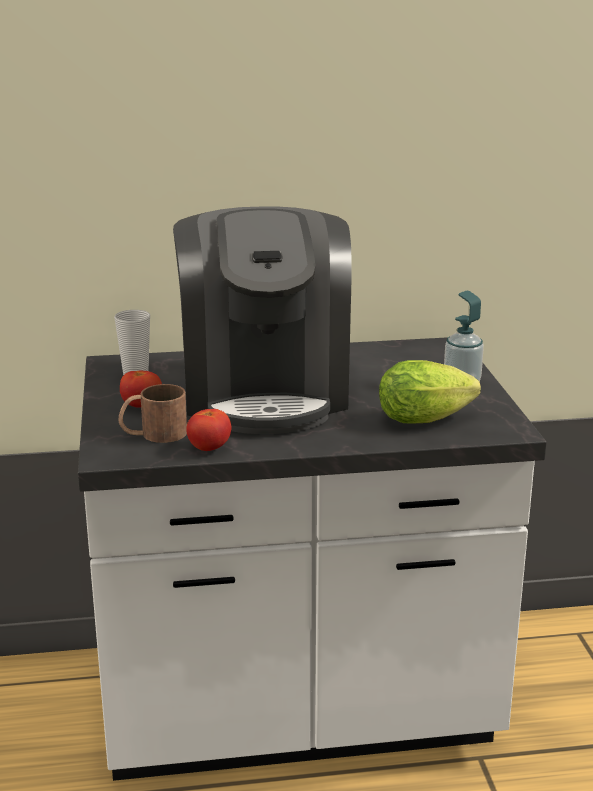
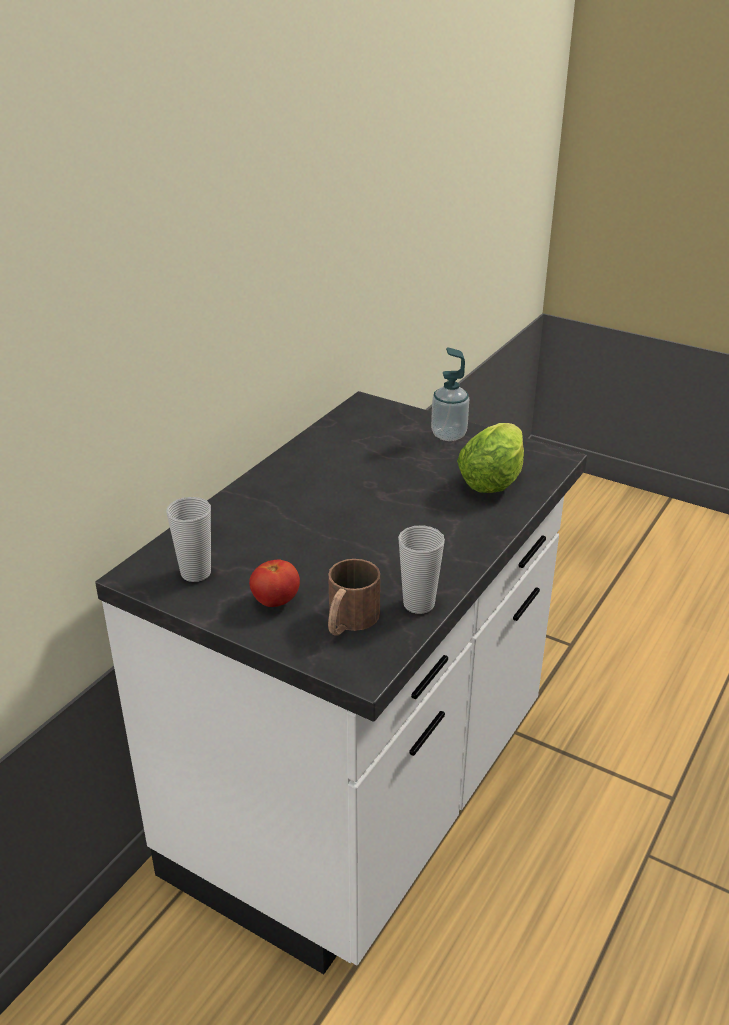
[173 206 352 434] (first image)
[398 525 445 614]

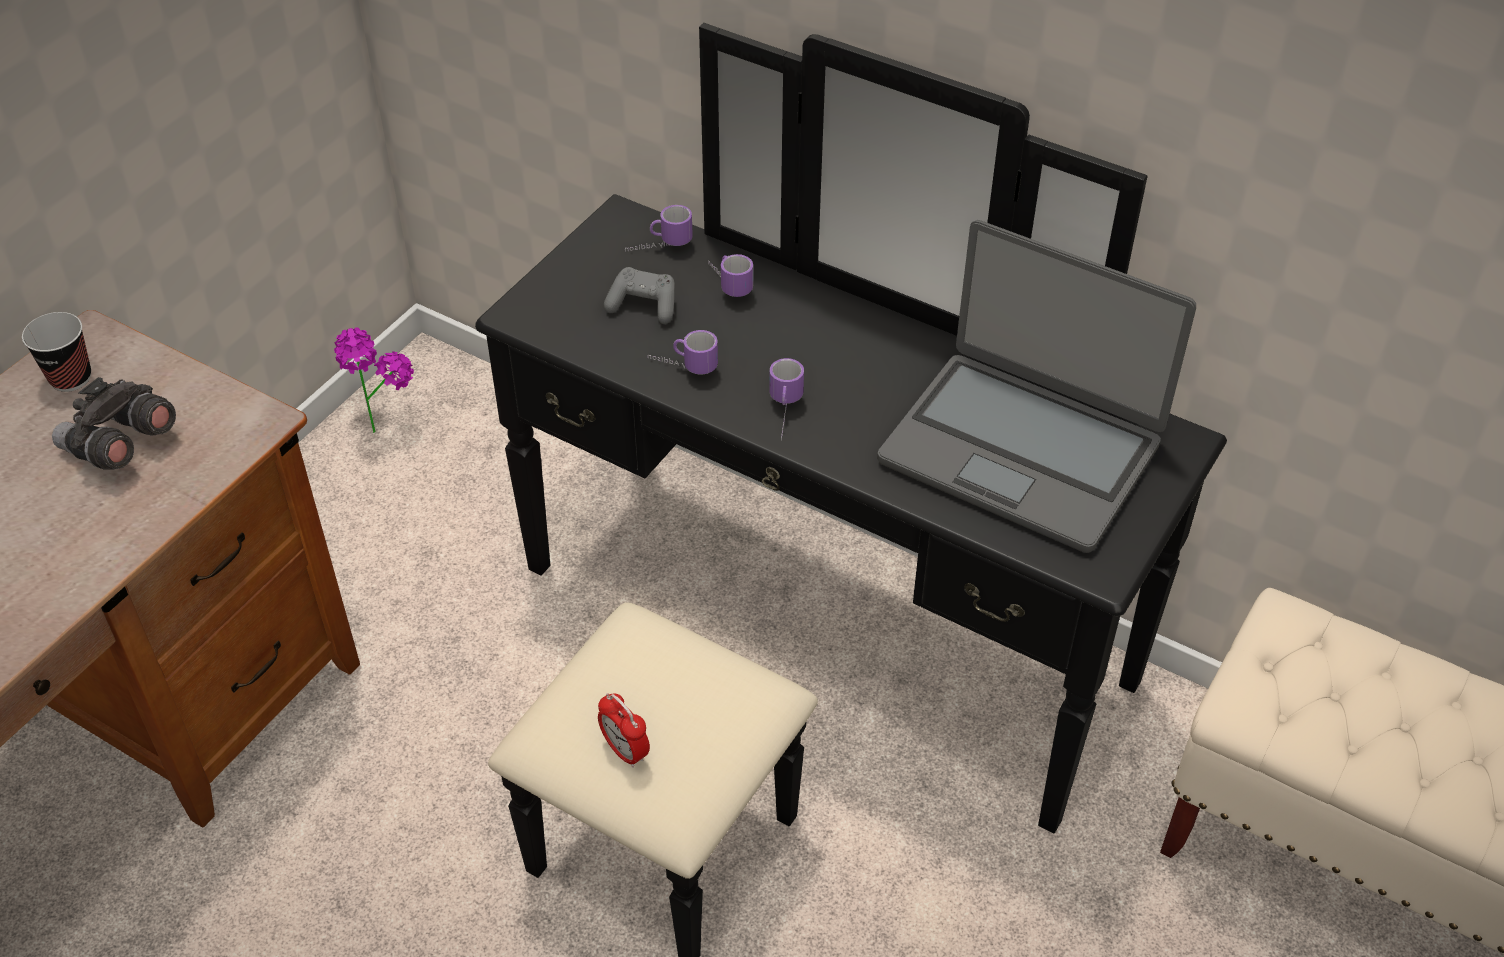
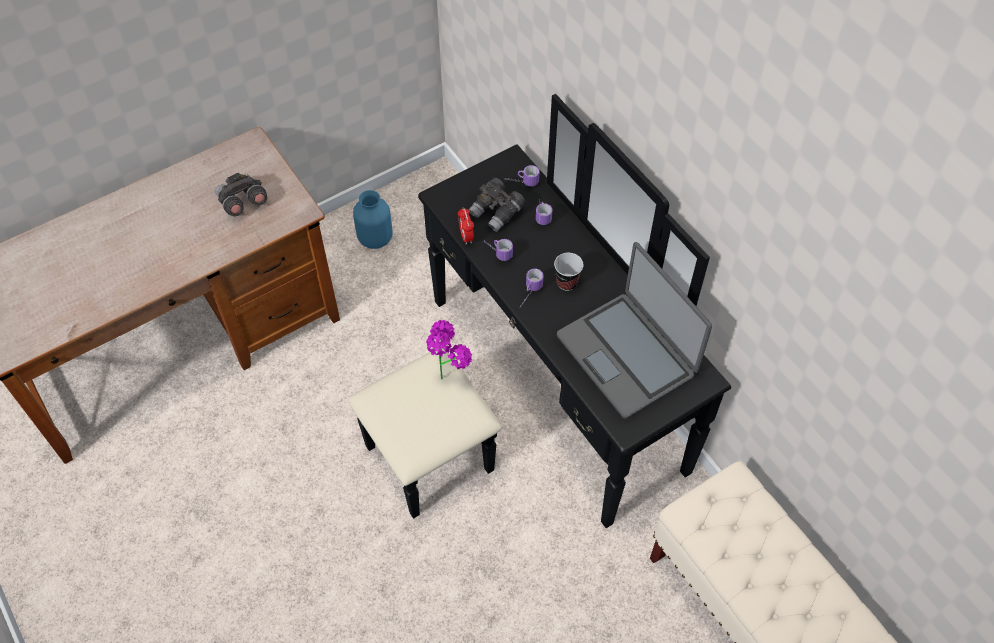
[554 253 583 291]
[426 320 472 379]
[458 208 474 245]
[469 178 525 232]
[353 190 392 249]

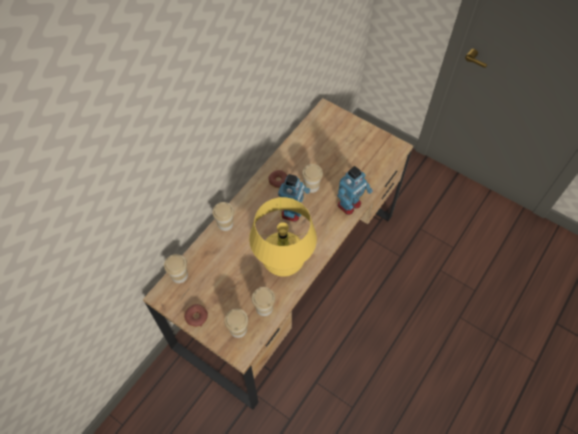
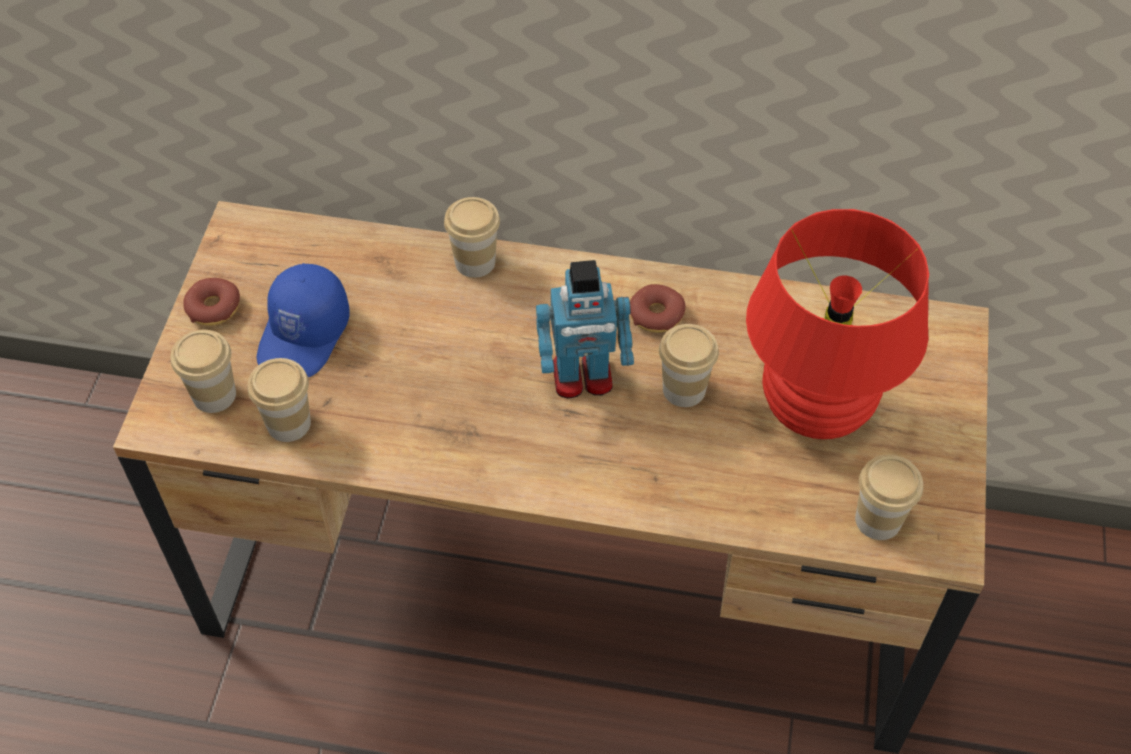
[855 455 923 540]
[249 197 317 277] (first image)
[337 166 373 215] (first image)
[257 263 350 377]
[746 209 929 439]

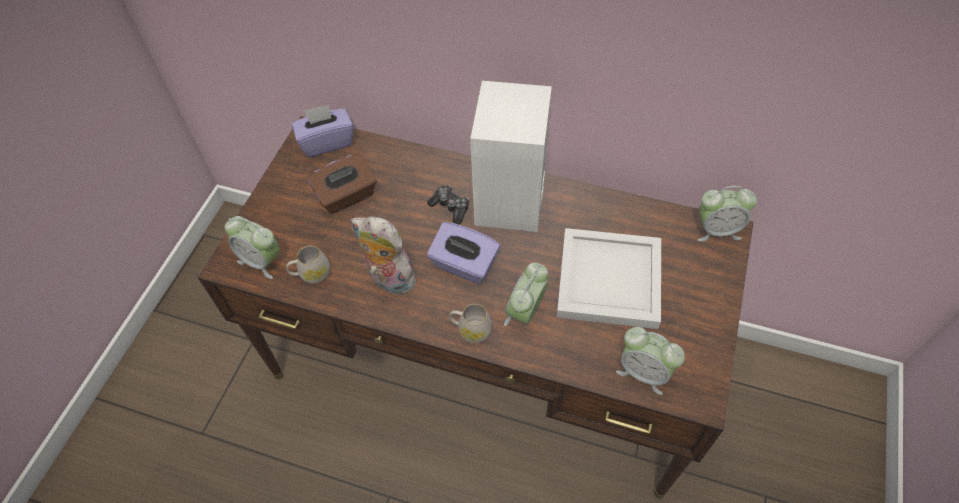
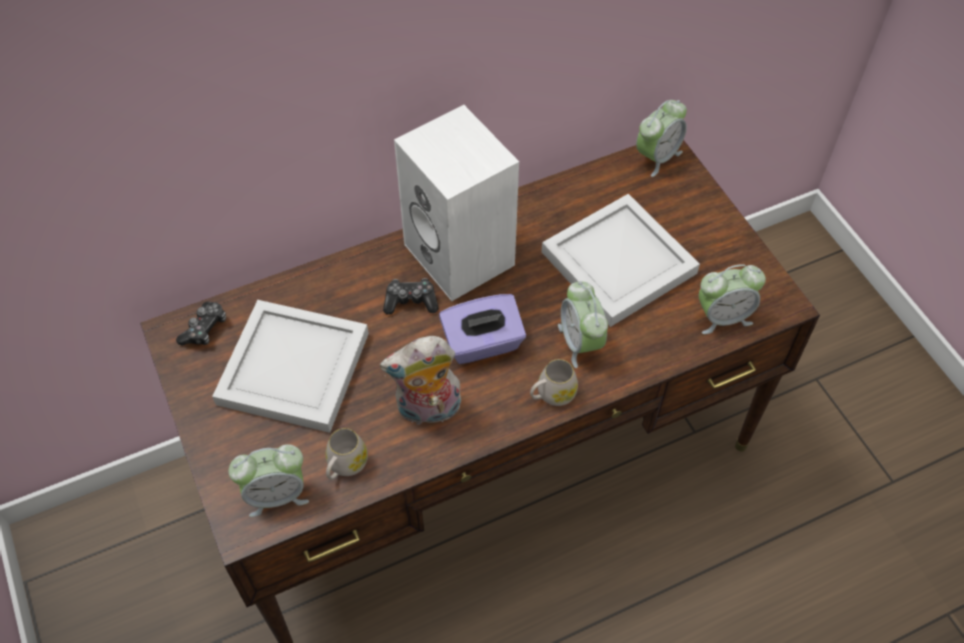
[176 302 226 346]
[212 300 369 433]

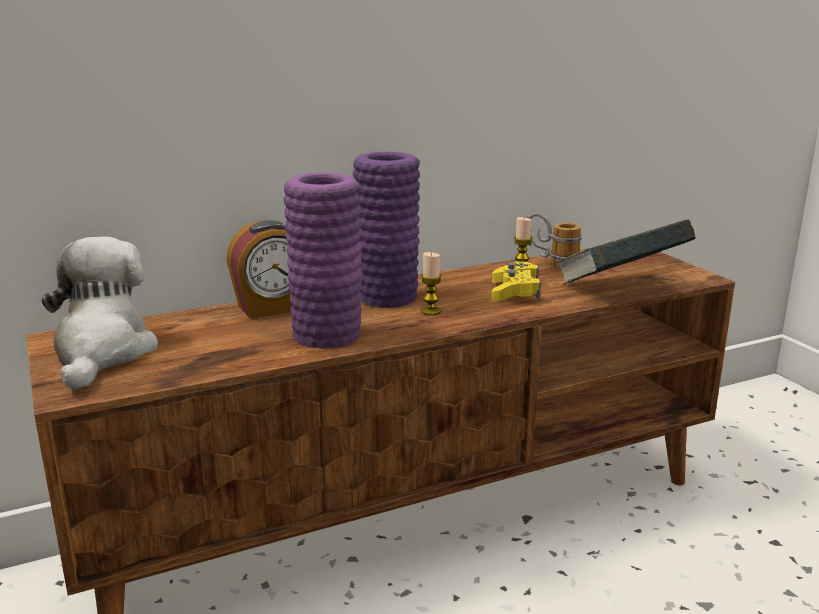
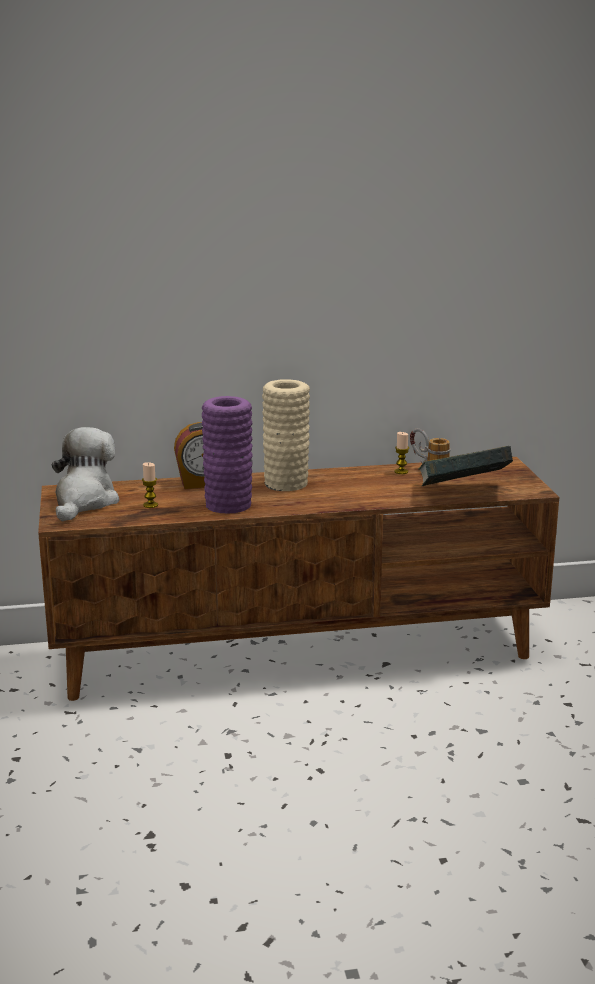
[262 379 310 491]
[142 462 158 508]
[491 261 541 302] (first image)

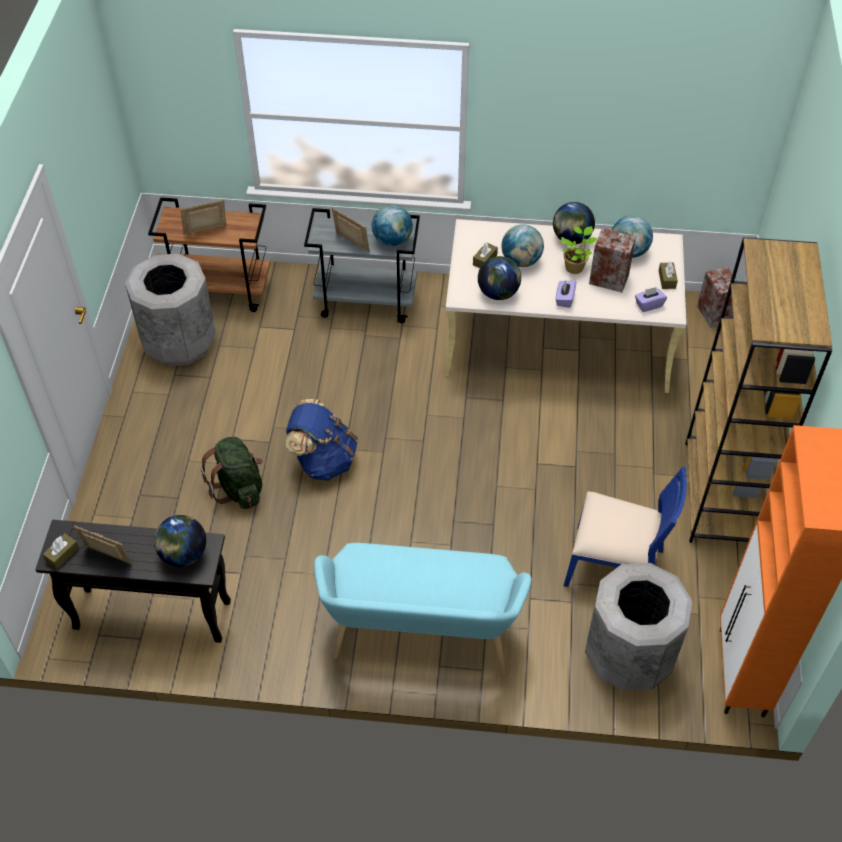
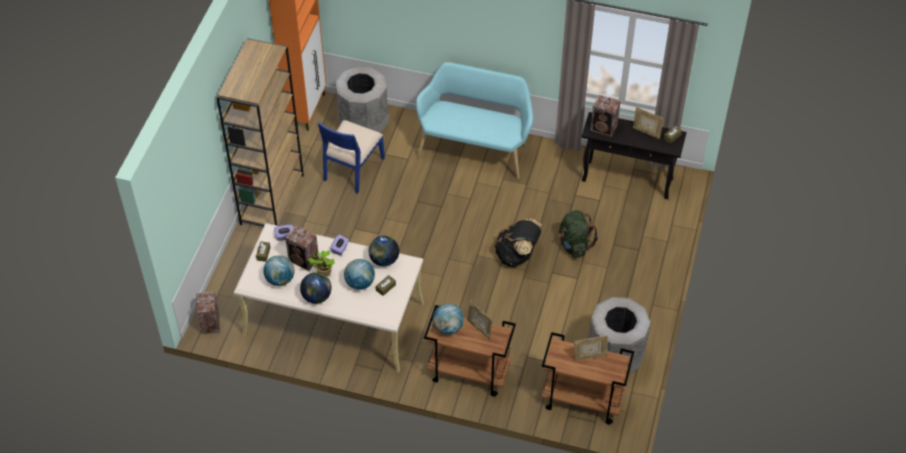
[590 95 621 137]
[494 218 542 267]
[424 305 516 397]
[318 120 385 194]

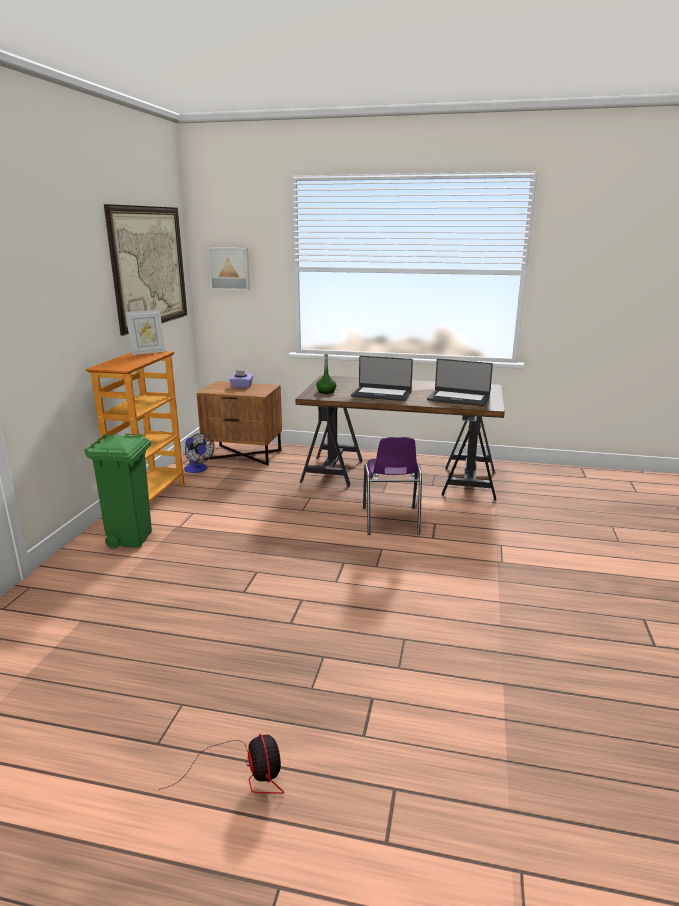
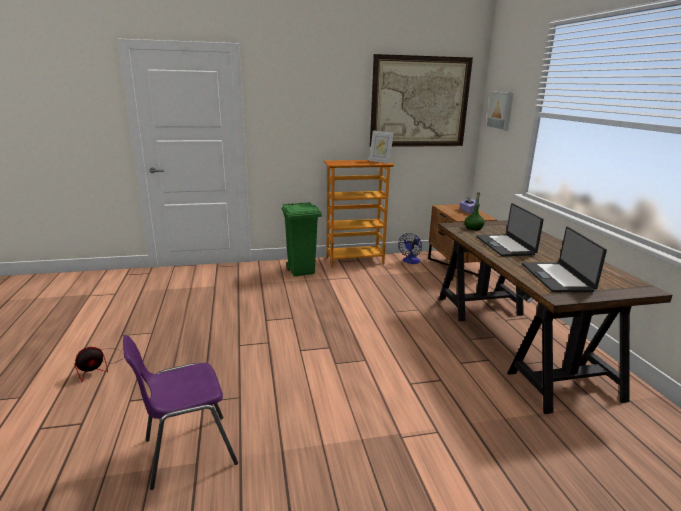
[123 335 238 490]

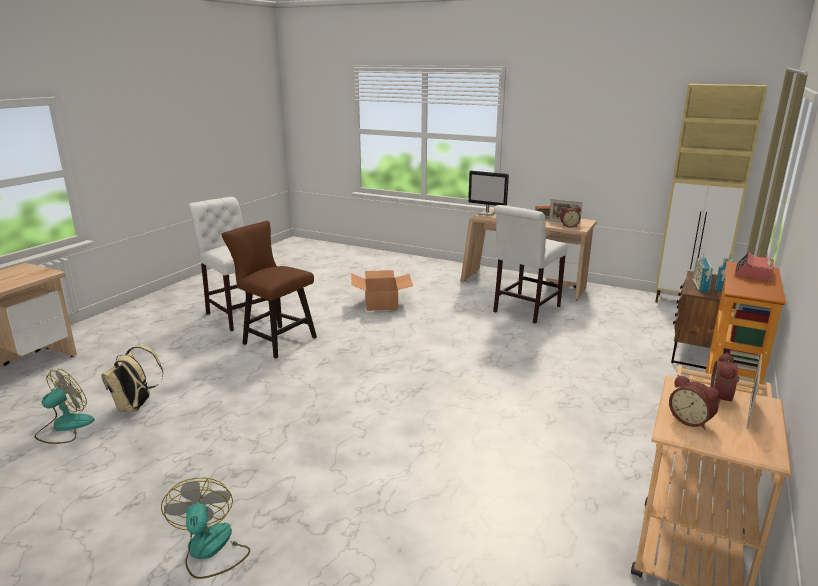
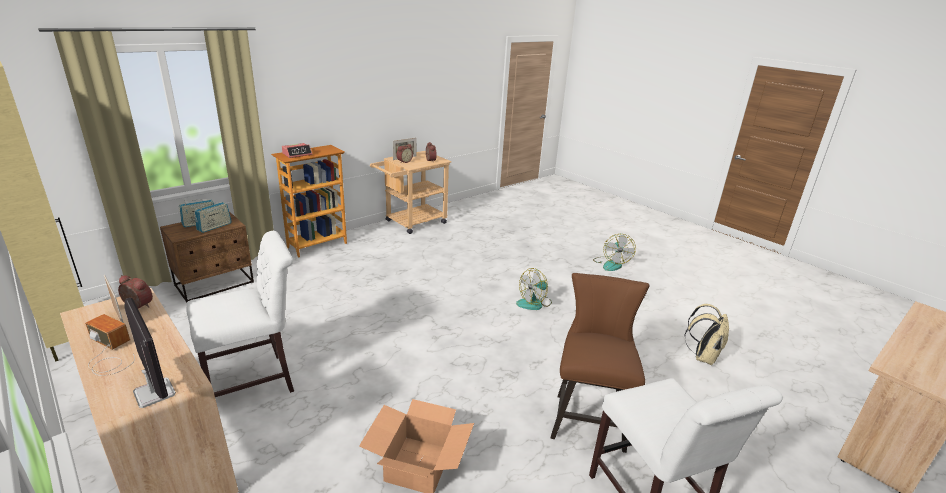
[516 268 552 310]
[551 273 650 453]

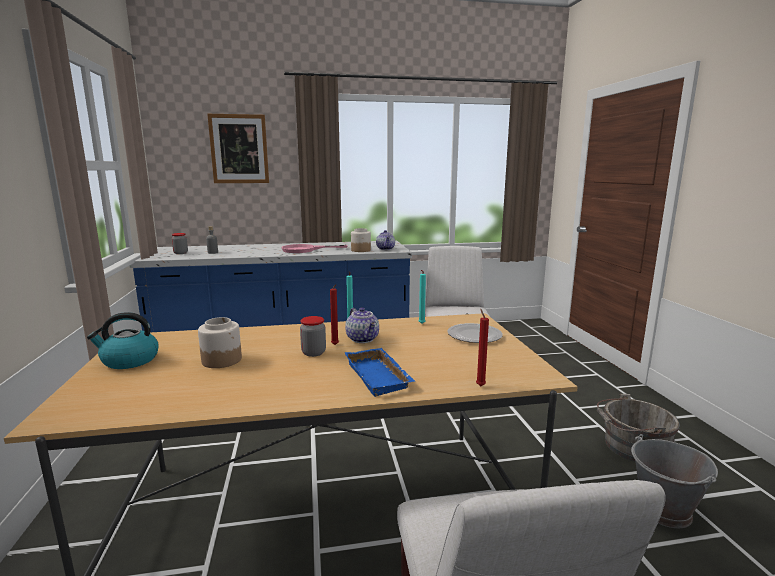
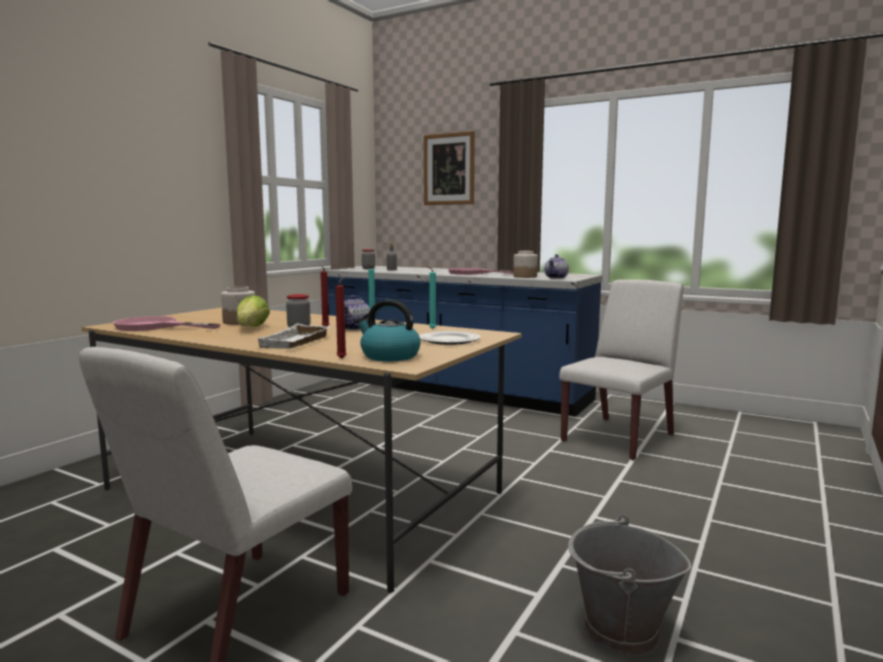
[356 300 421 361]
[258 324 331 349]
[597 394 680 462] (first image)
[113 316 220 331]
[236 295 270 327]

